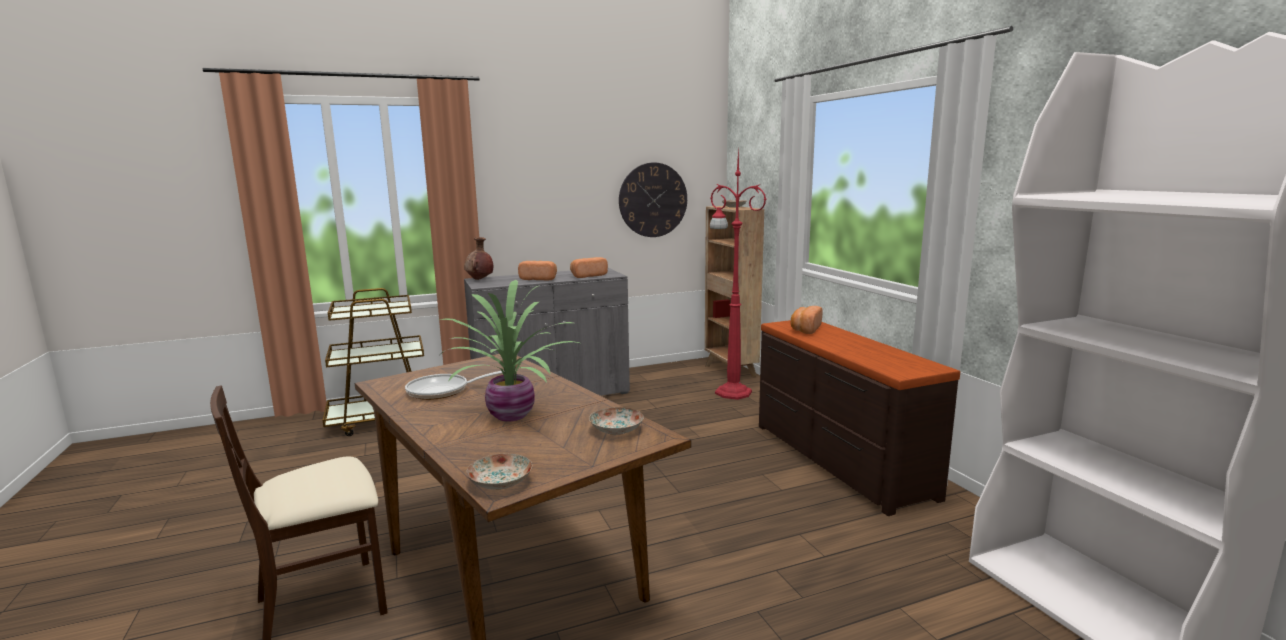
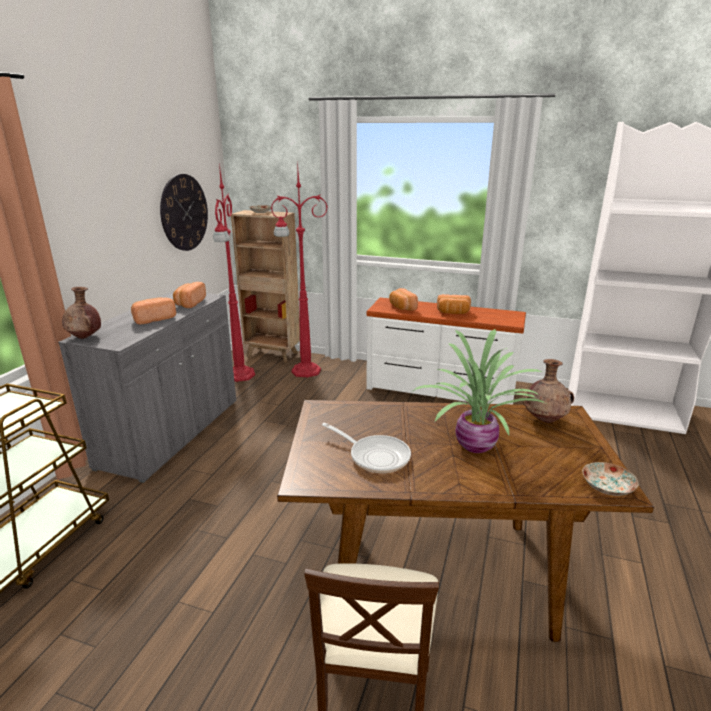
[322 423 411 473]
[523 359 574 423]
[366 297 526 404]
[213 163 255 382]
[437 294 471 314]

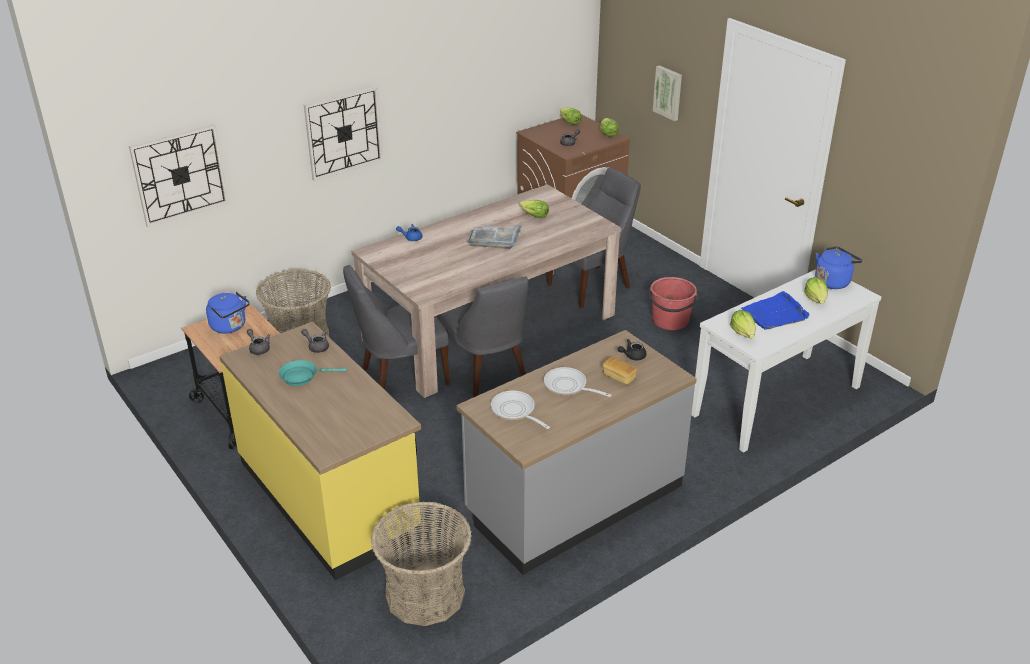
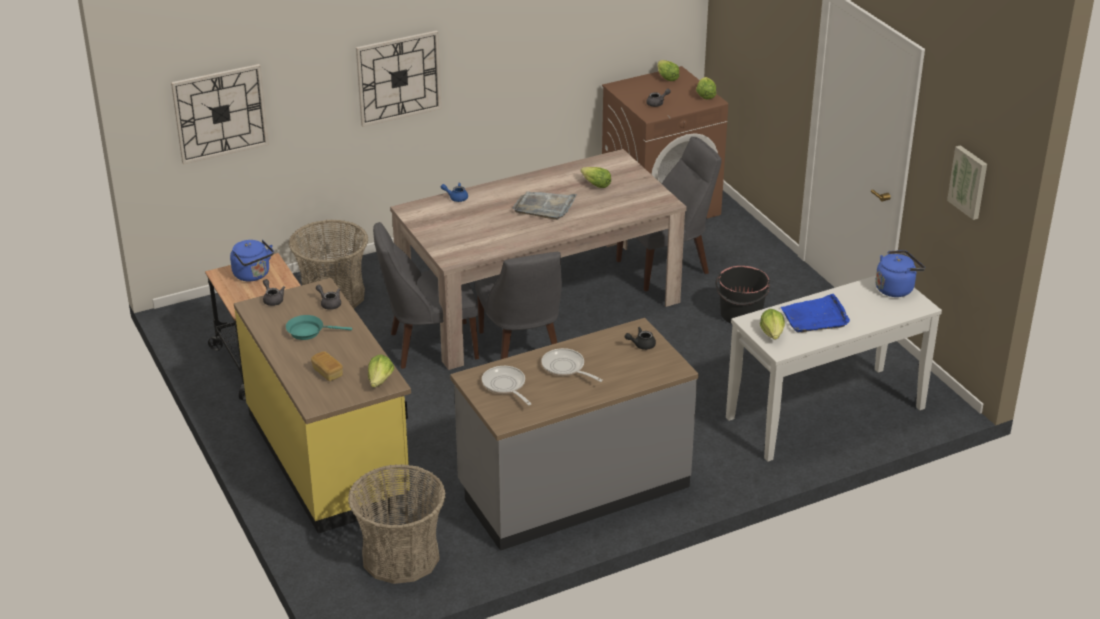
[311 351 343 381]
[715 266 770 324]
[947 145 987 220]
[368 354 394 387]

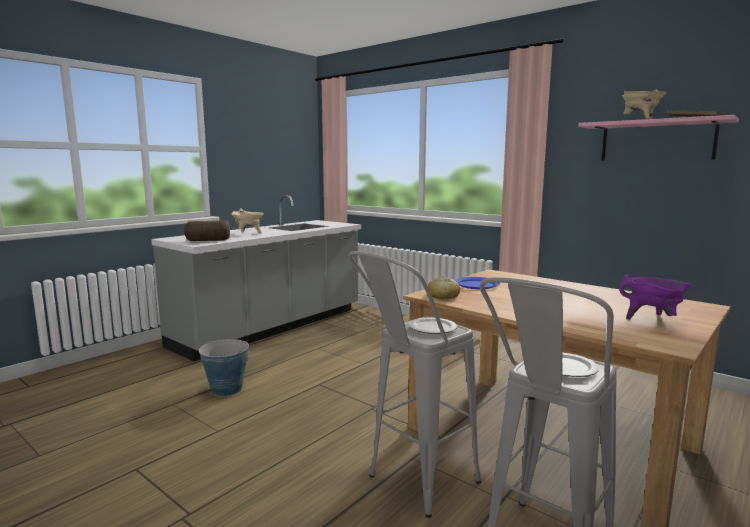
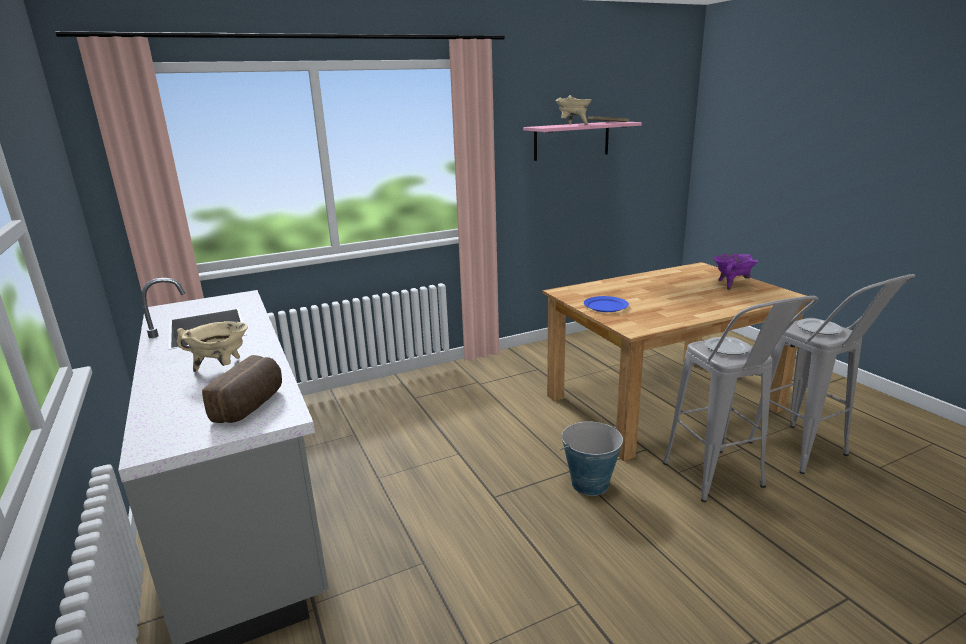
[560 421 623 496]
[428 277 460 299] (first image)

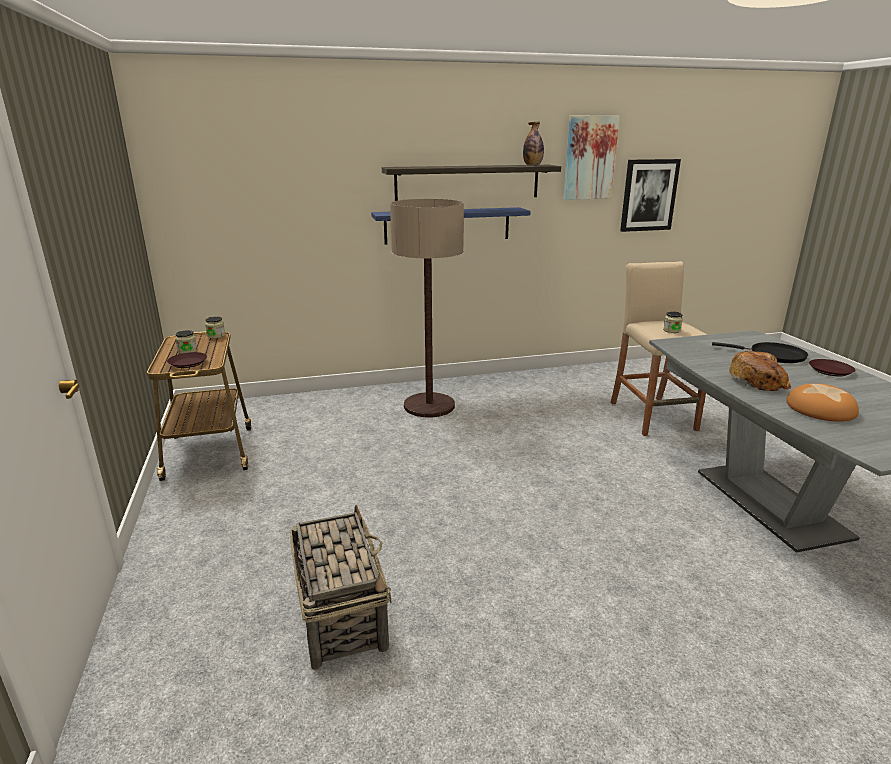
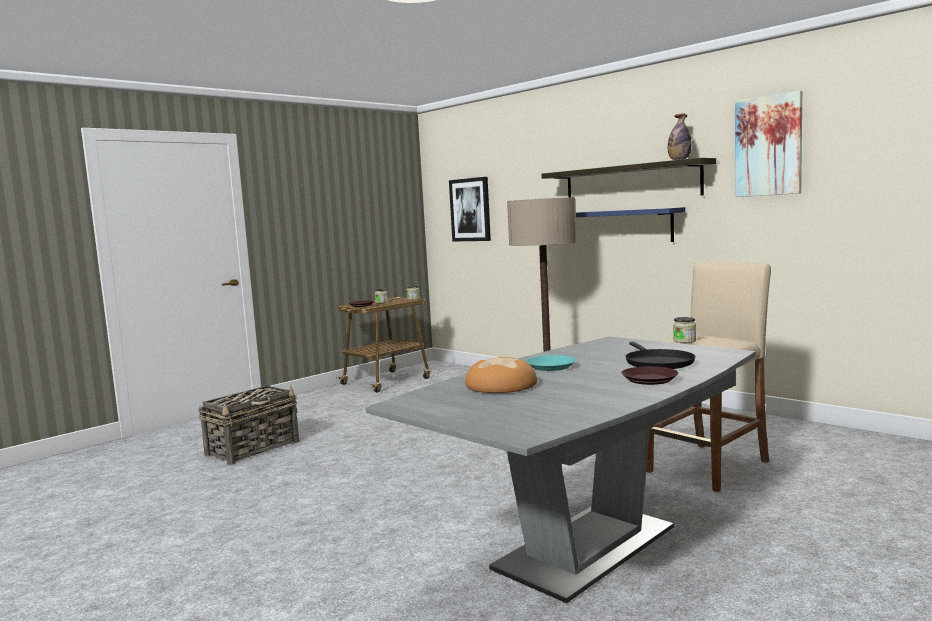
[449 177 491 241]
[526 355 576 371]

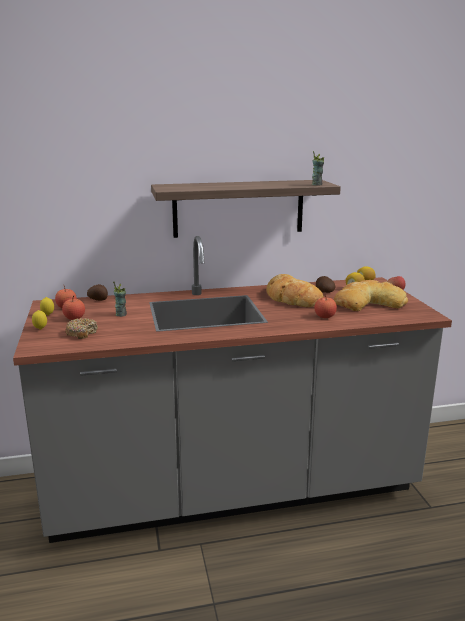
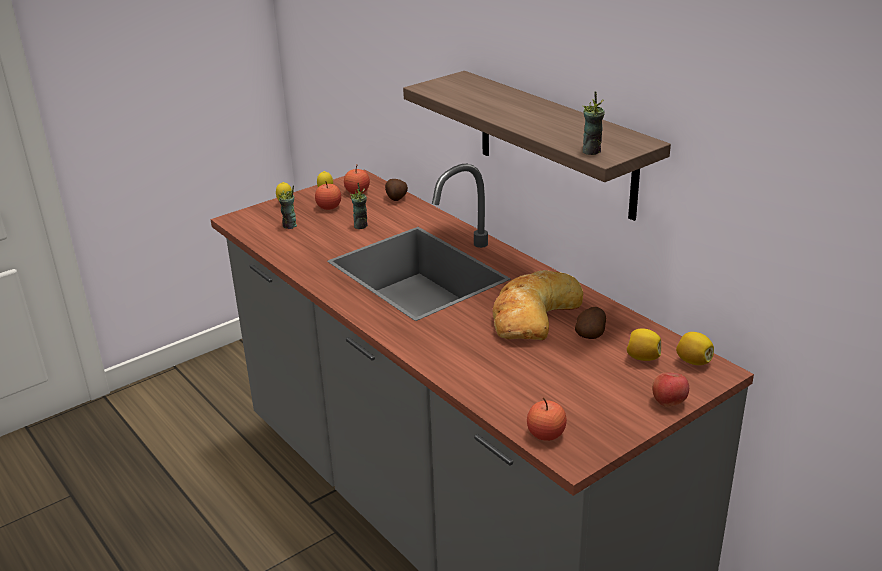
[279 185 297 229]
[527 397 567 441]
[334 280 408 311] (first image)

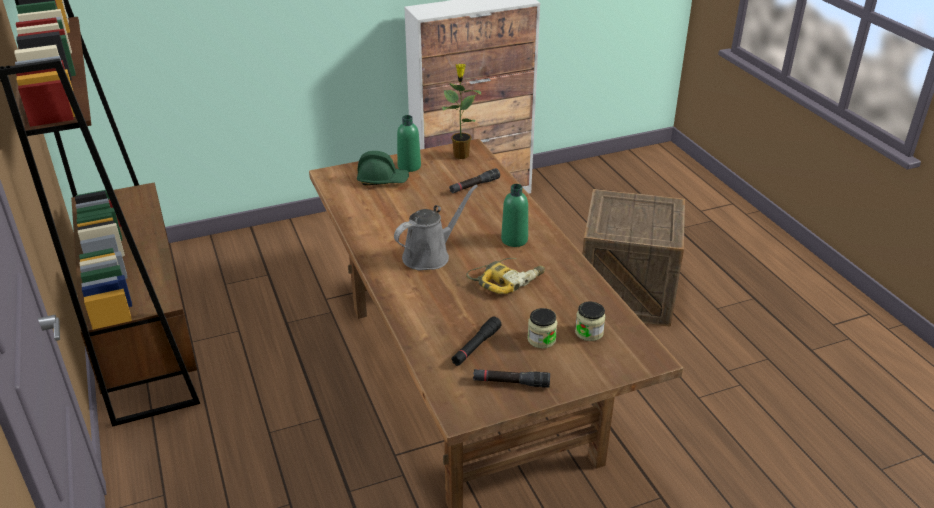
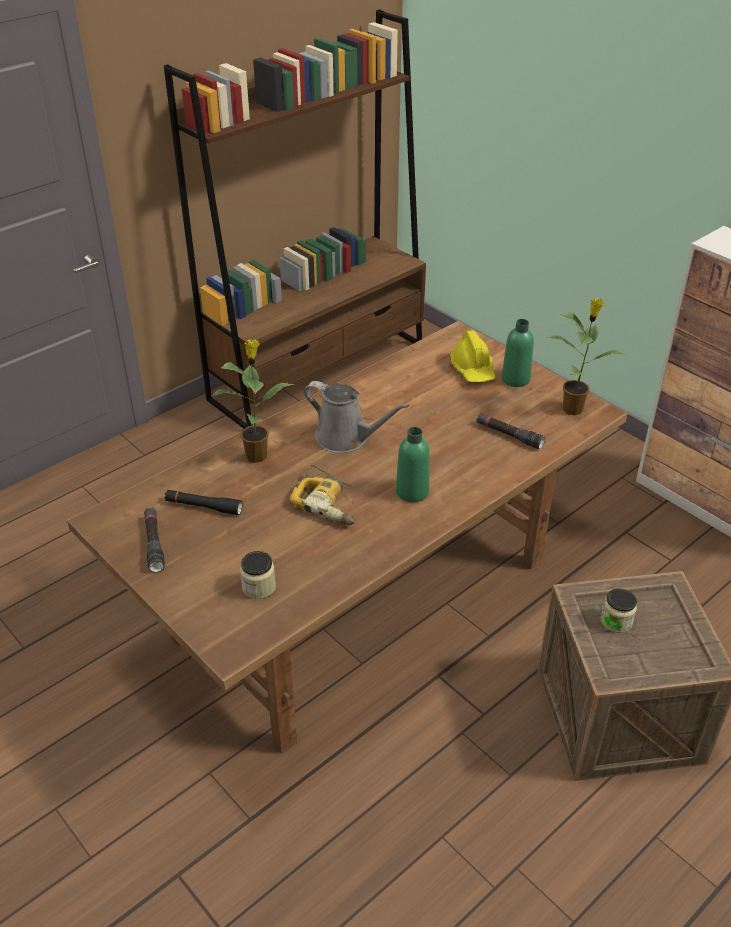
[450 330 496 382]
[601 589 637 633]
[211 340 294 463]

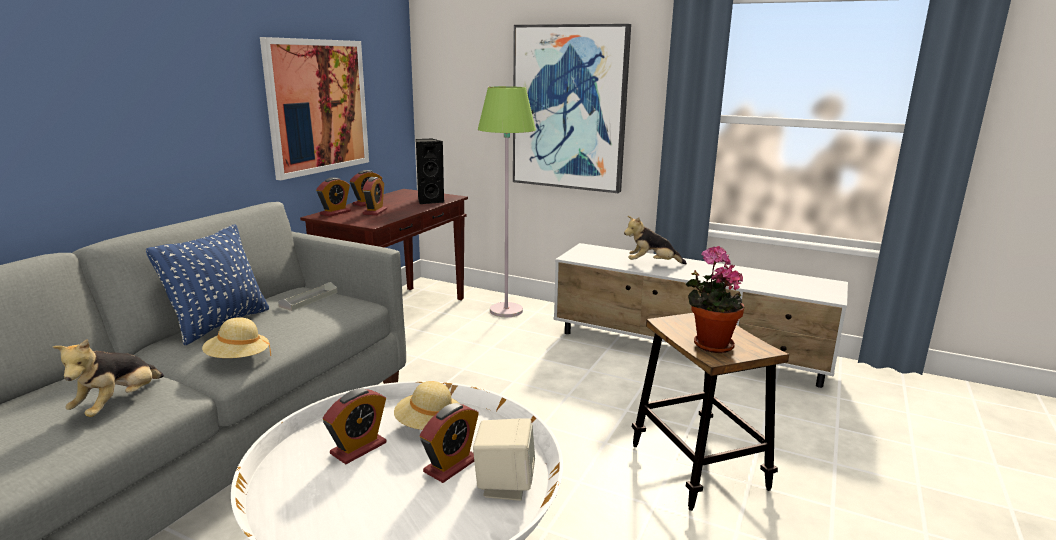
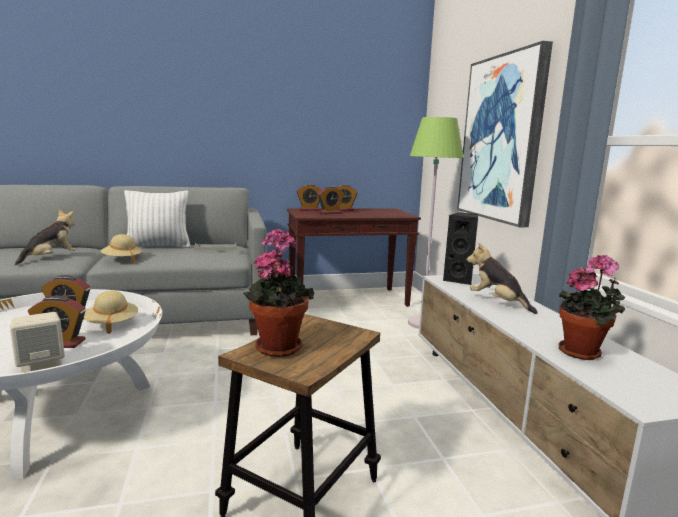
[15 210 77 265]
[124 190 191 248]
[260 37 369 180] (first image)
[443 213 478 285]
[559 255 625 360]

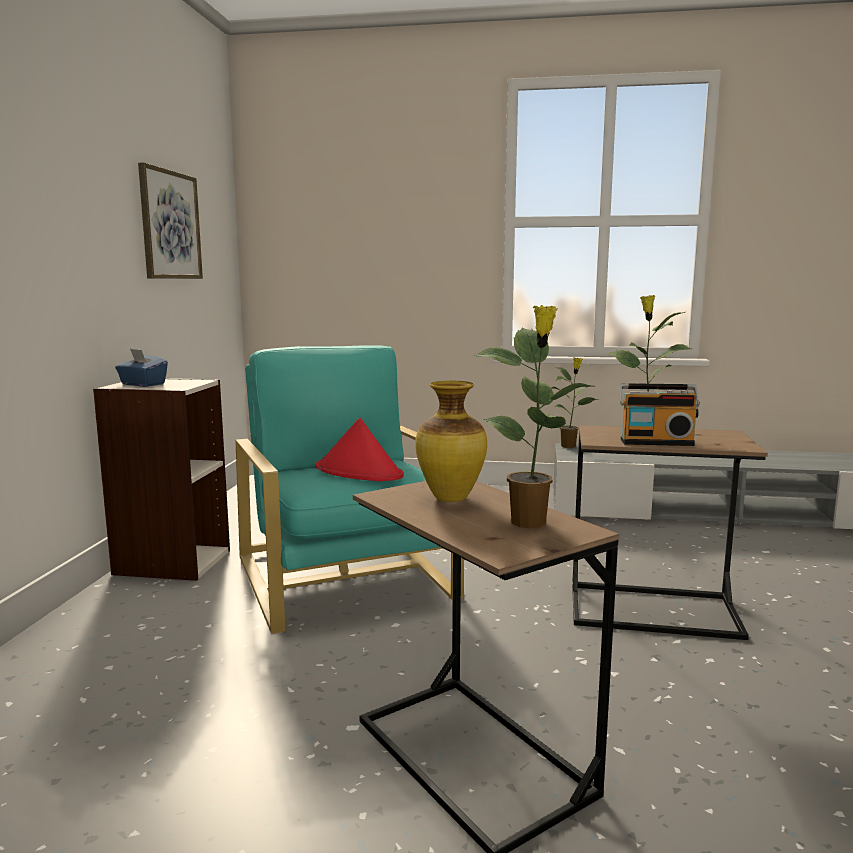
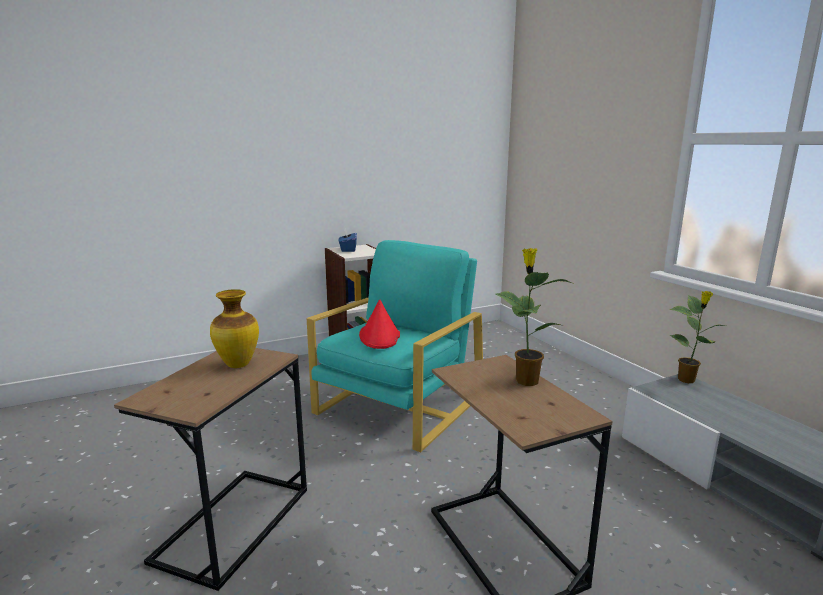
[138 162 203 279] (first image)
[473 305 593 528] (first image)
[619 383 700 446] (first image)

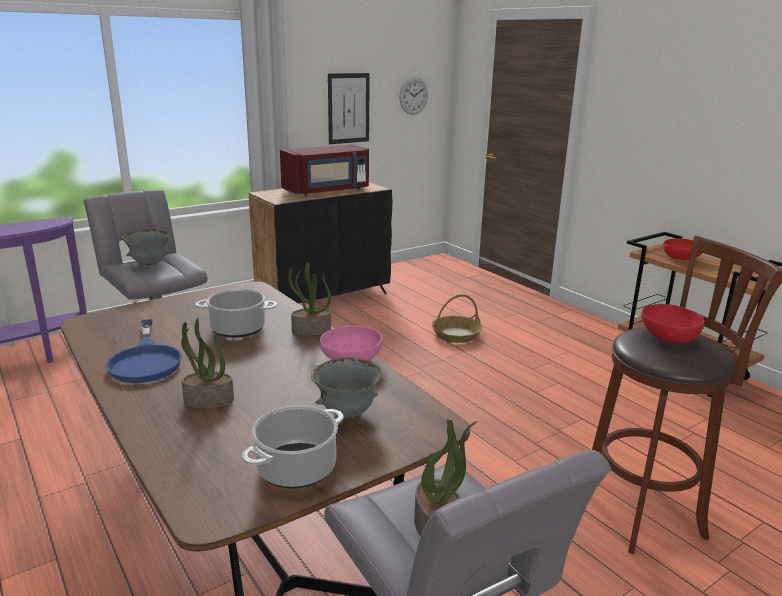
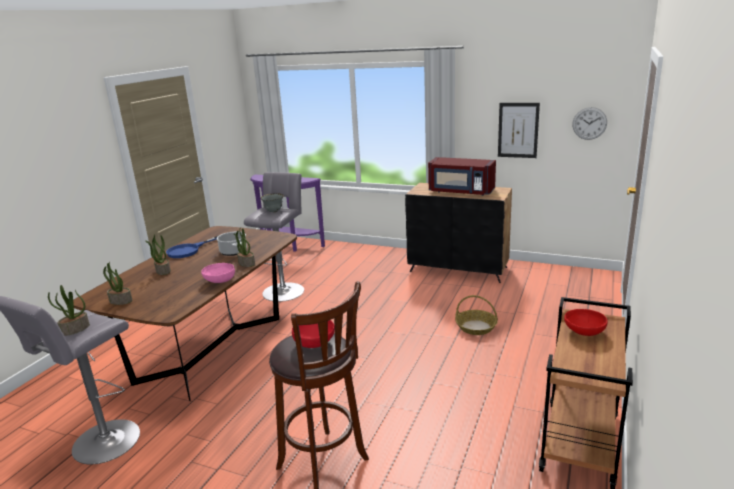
[103 261 132 305]
[311 357 382 418] (first image)

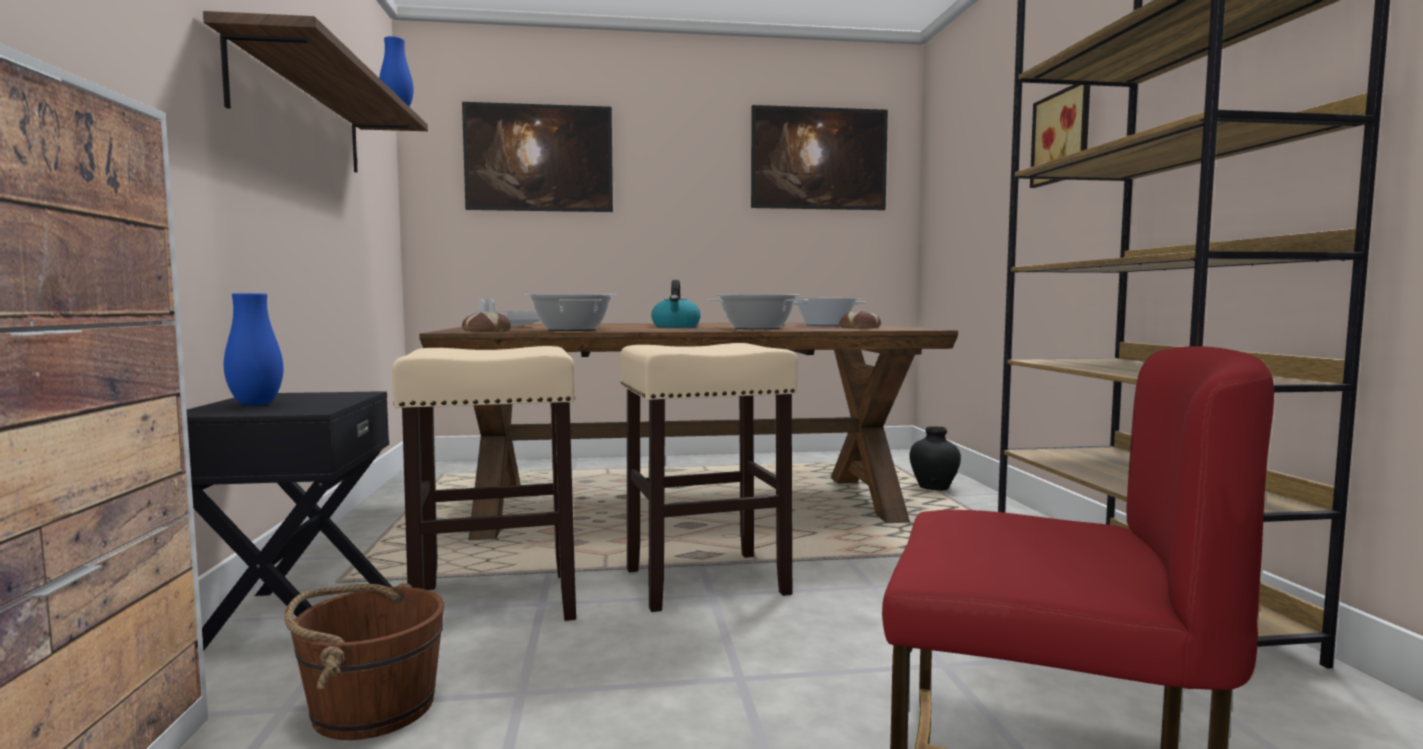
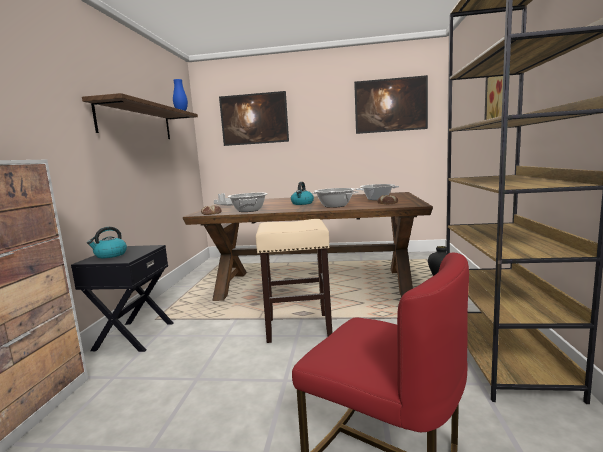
[87 227 127 258]
[284 583 444 740] (first image)
[392 346 576 621] (first image)

